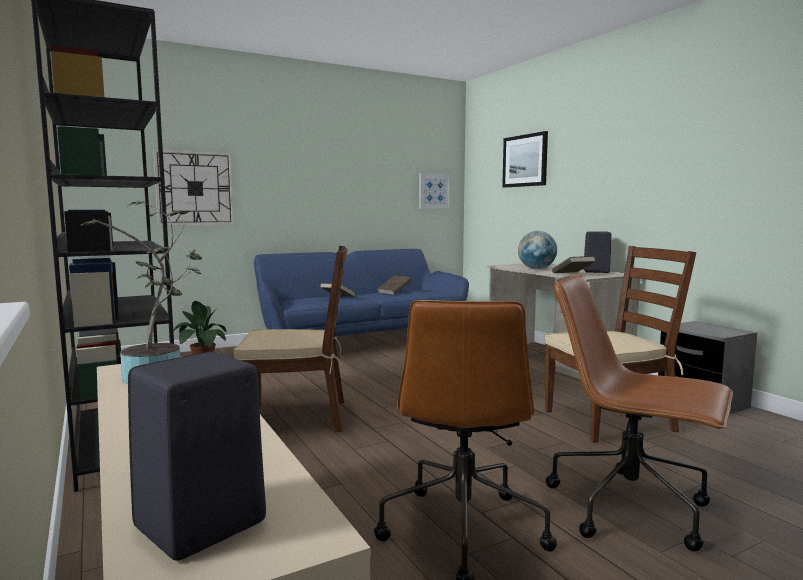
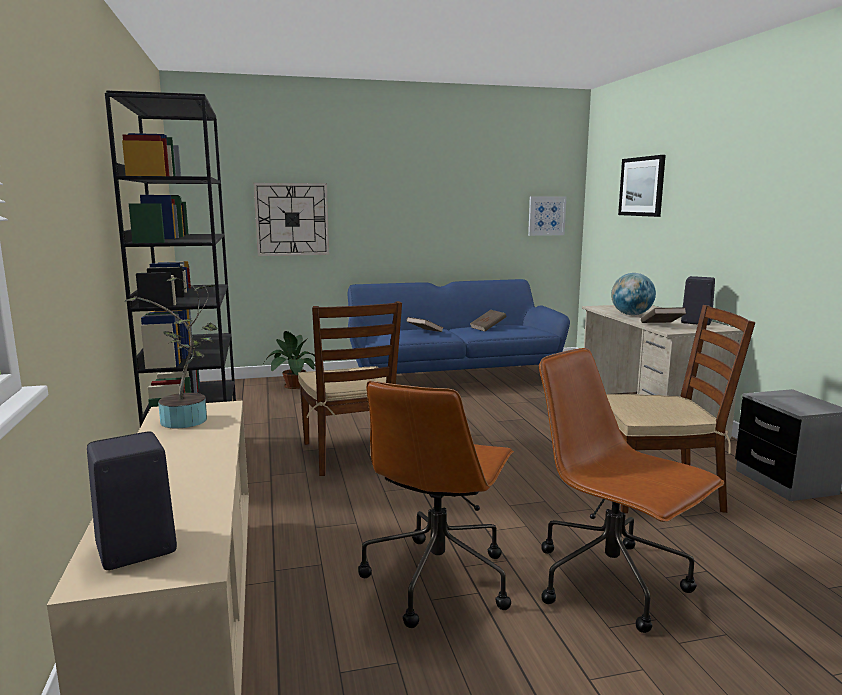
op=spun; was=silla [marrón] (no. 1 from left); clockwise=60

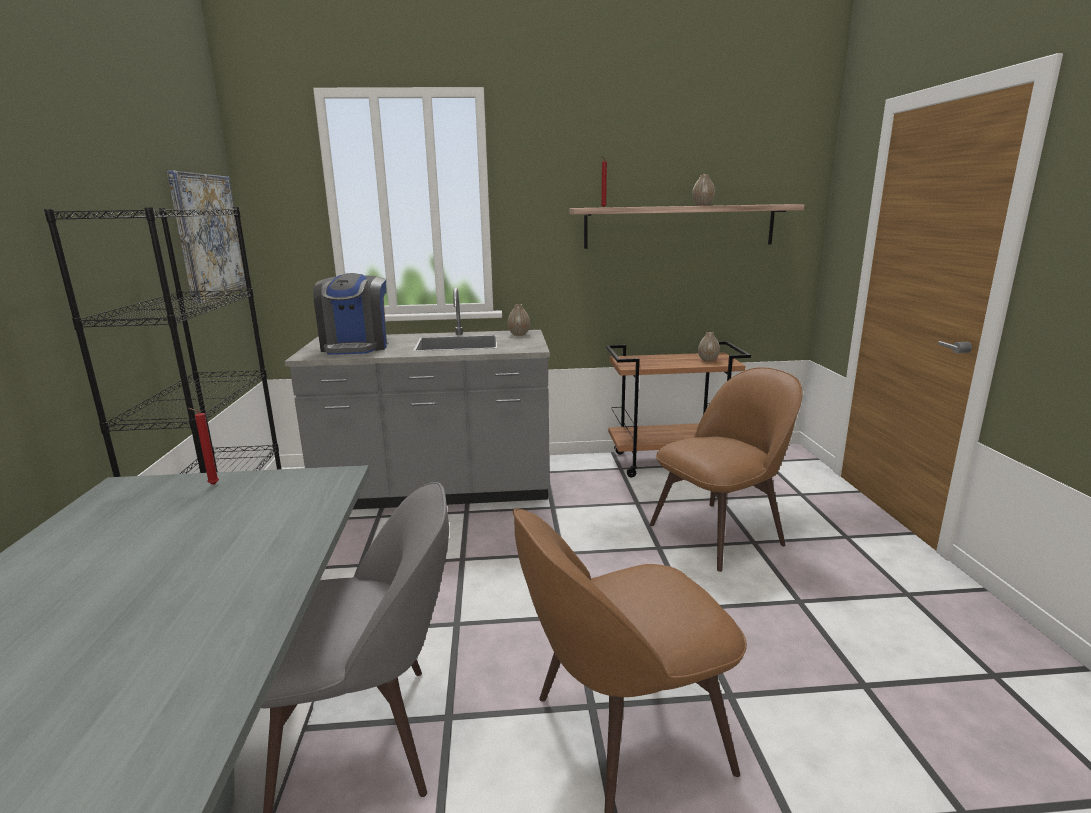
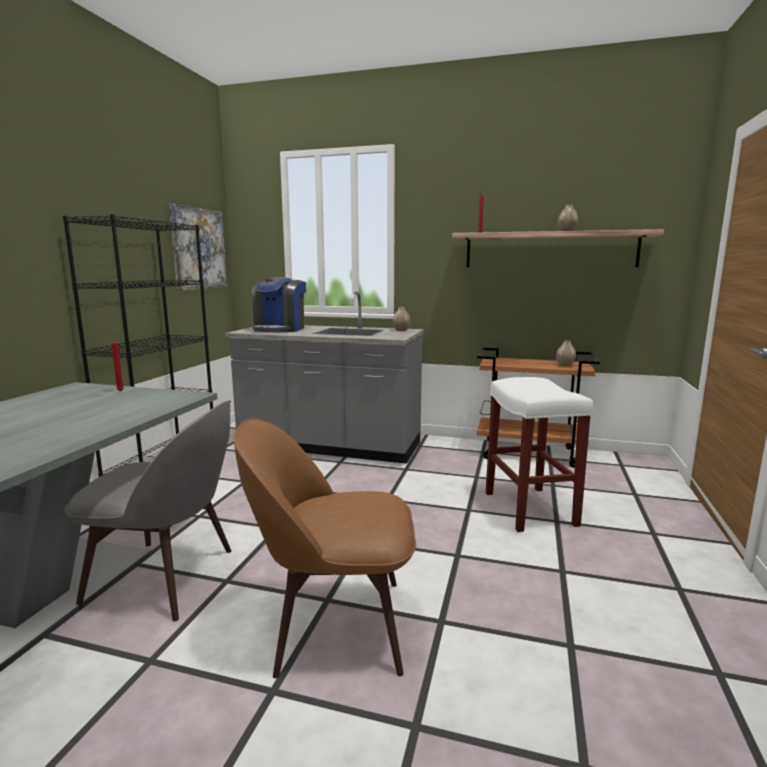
op=exchanged; was=silla [marrón] (no. 2 from left); now=taburete [blanco]

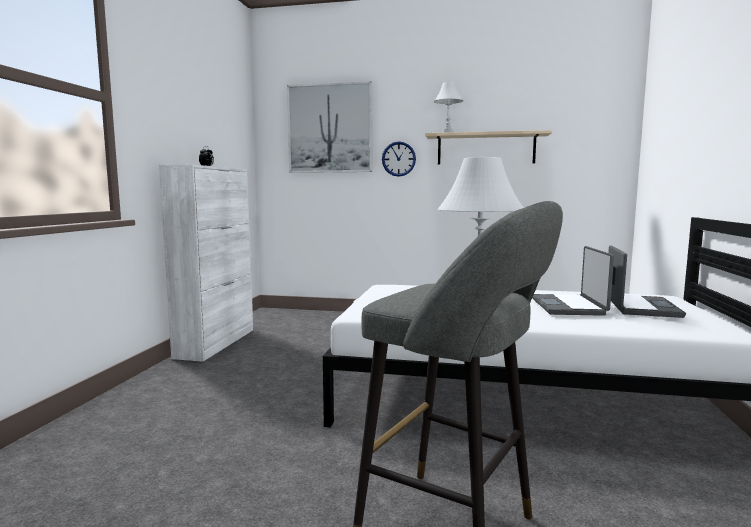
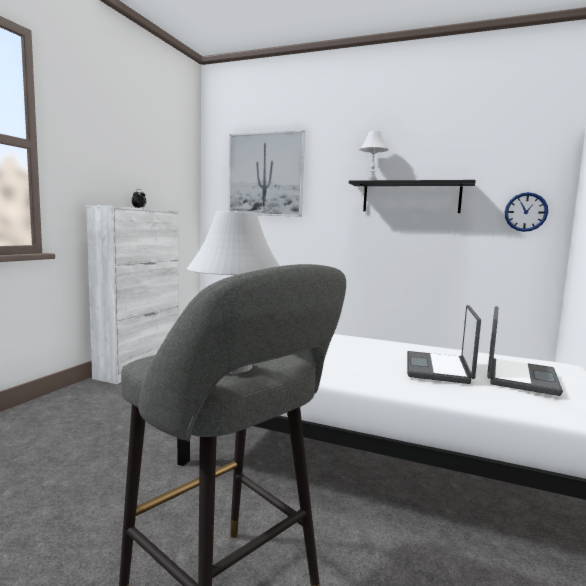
op=relocated; was=reloj de pared
op=colour; was=estante [beis]; now=estante [negro]

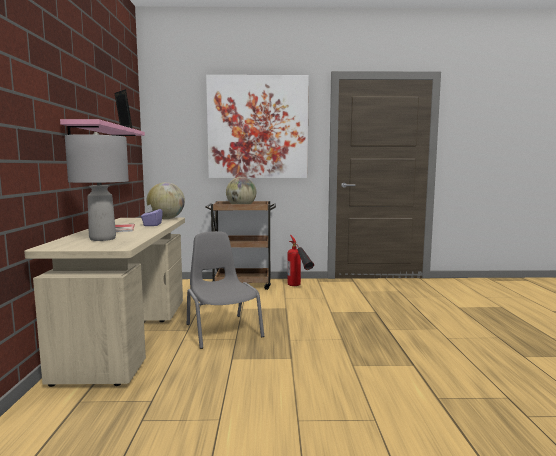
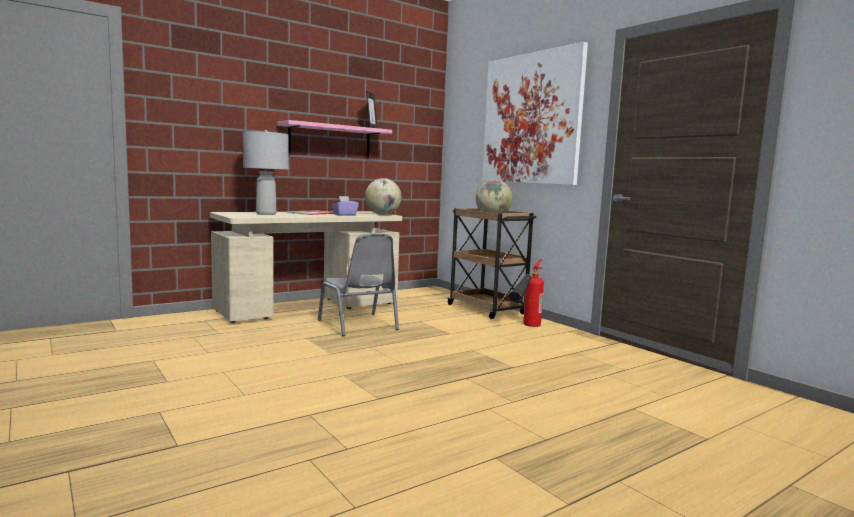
op=spun; was=silla [gris]; clockwise=120

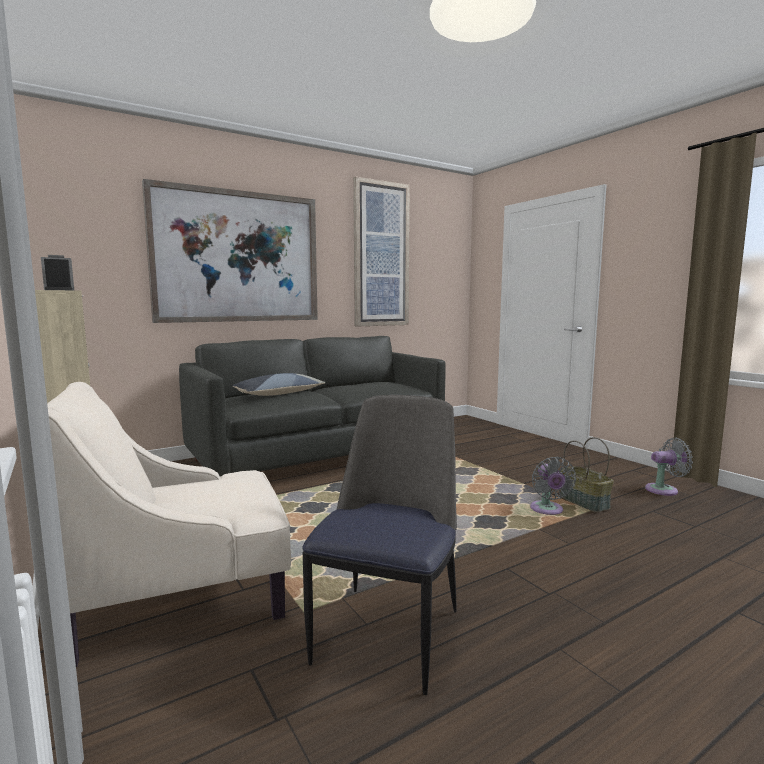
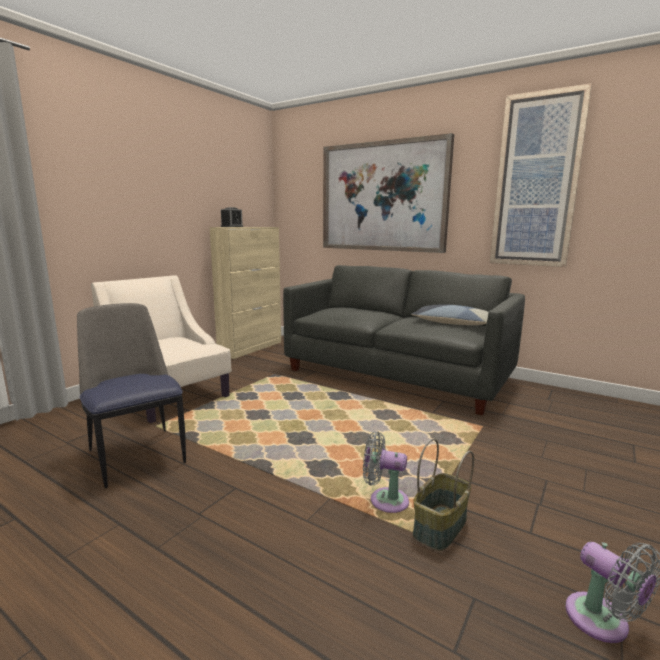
op=relocated; was=cojín
op=spun; was=silla; clockwise=-120
op=spun; was=ventilador [gris] (no. 1 from left); clockwise=45

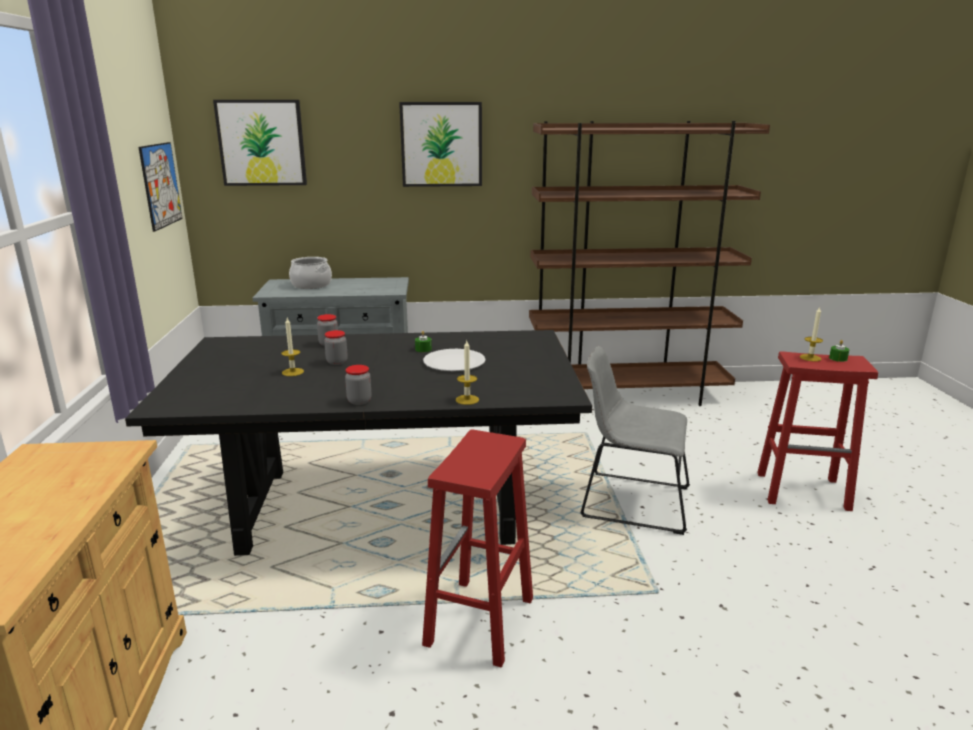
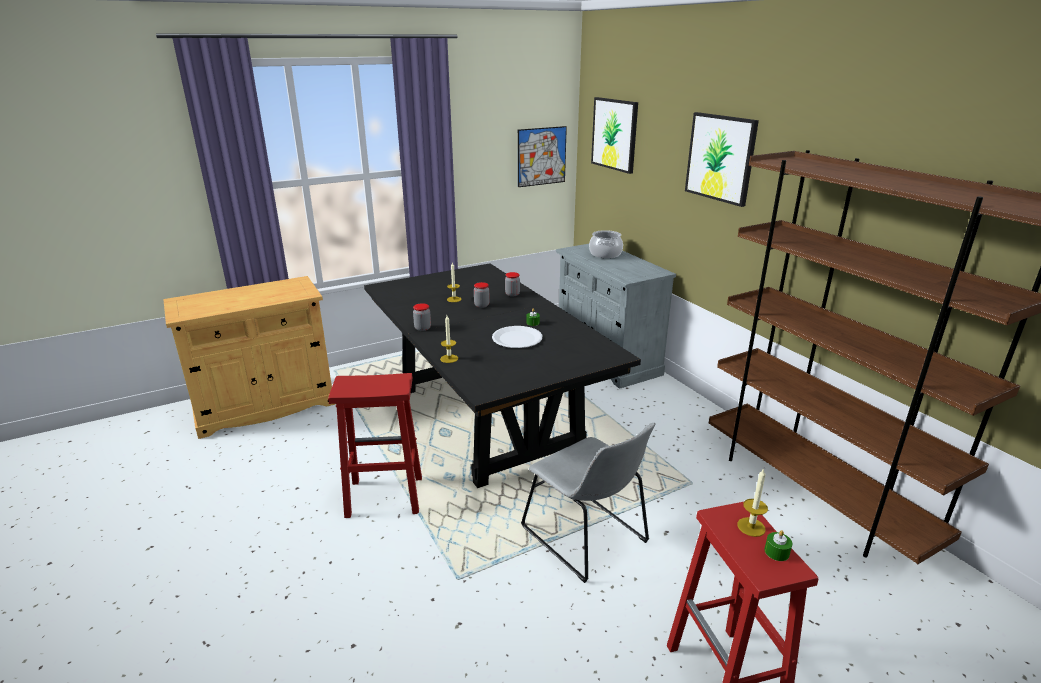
op=spun; was=silla [gris]; clockwise=150

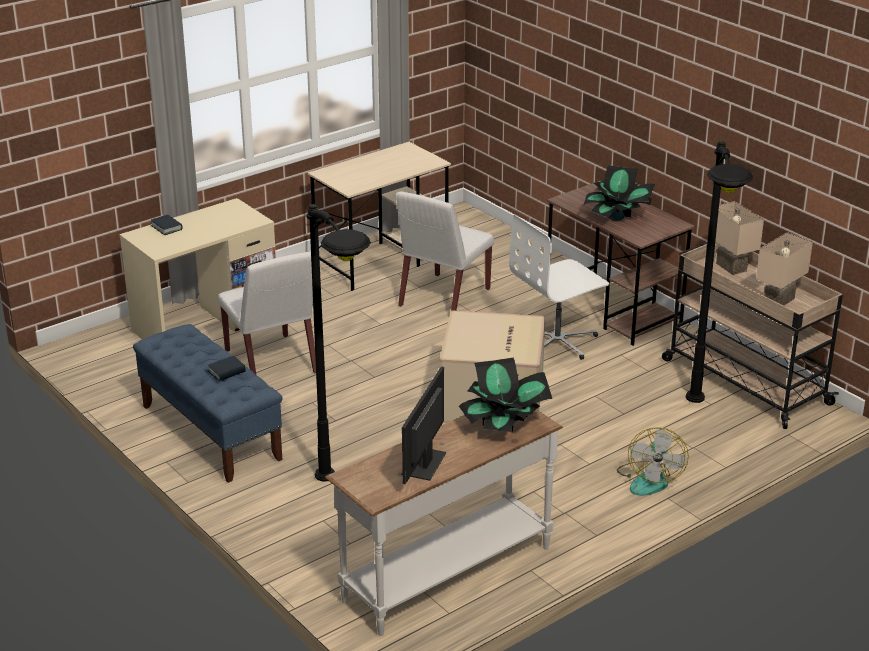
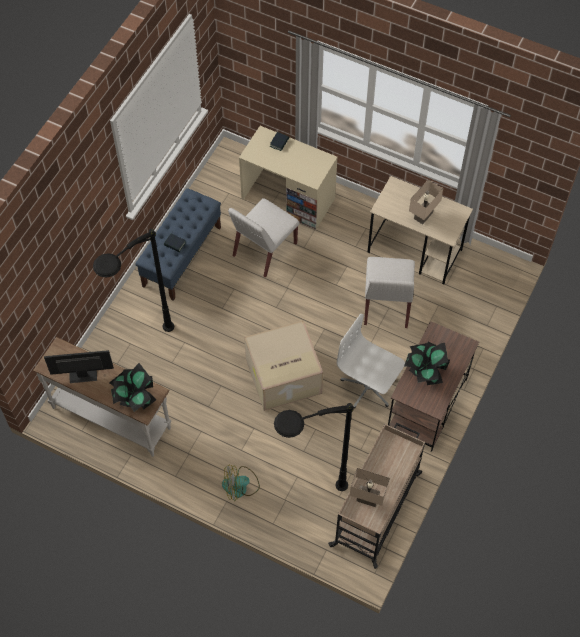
op=relocated; was=lámpara de mesa [beis] (no. 1 from left in the first image); now=lámpara de mesa [beis] (no. 2 from left)
op=spun; was=silla [blanco] (no. 2 from left); clockwise=-90

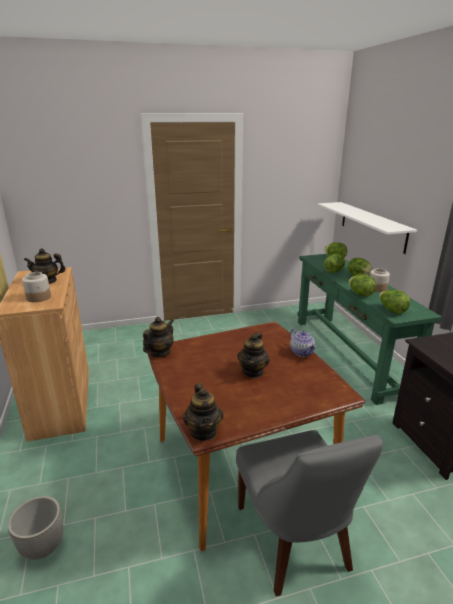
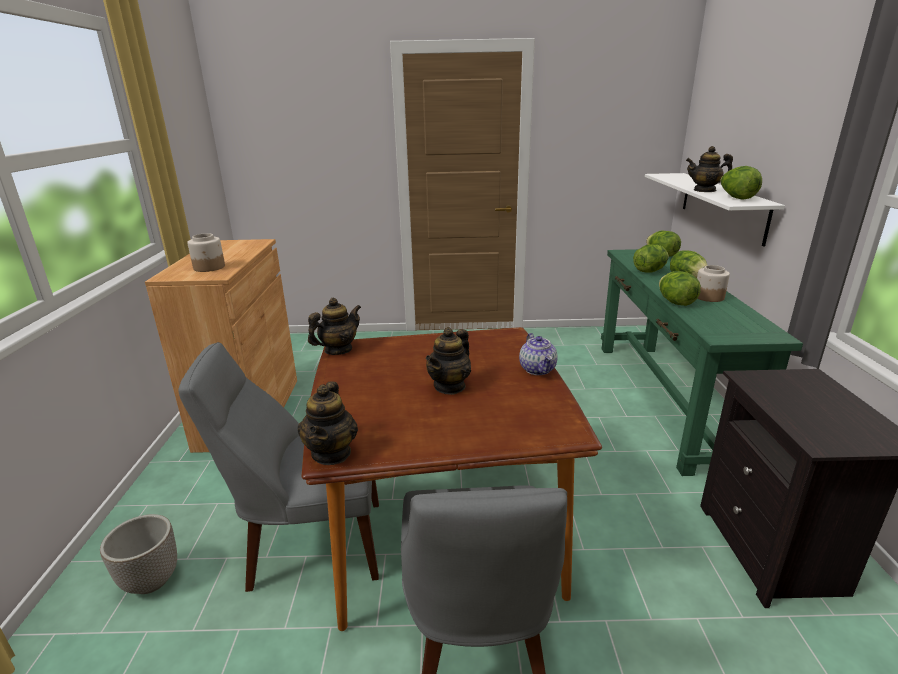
op=appeared; now=silla [gris] (no. 1 from left)
op=relocated; was=tetera (no. 1 from left in the first image); now=tetera (no. 5 from left)
op=relocated; was=lechuga (no. 5 from left)

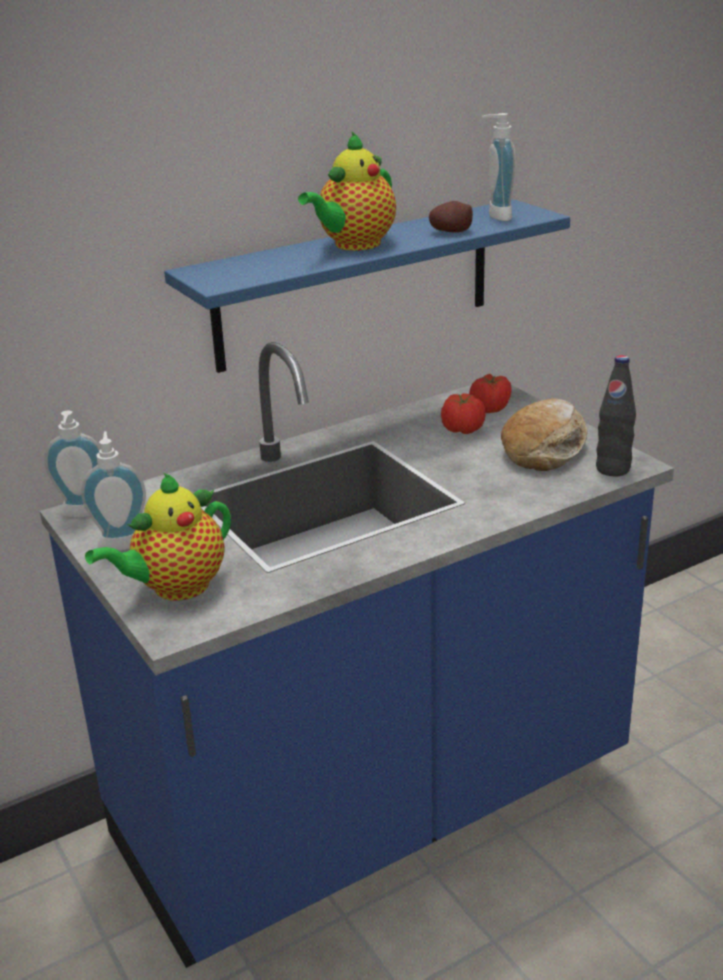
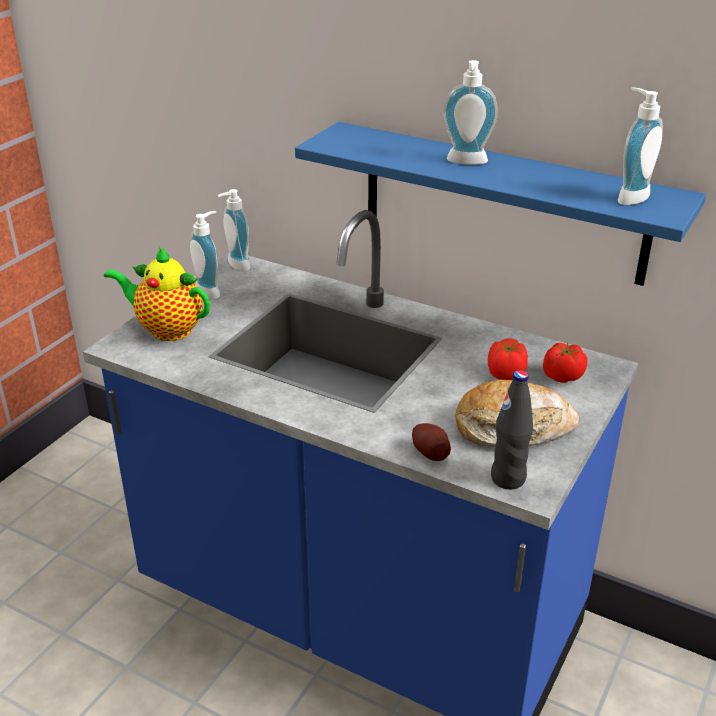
op=relocated; was=patata
op=exchanged; was=tetera (no. 2 from left); now=dispensador de jabón (no. 3 from left)

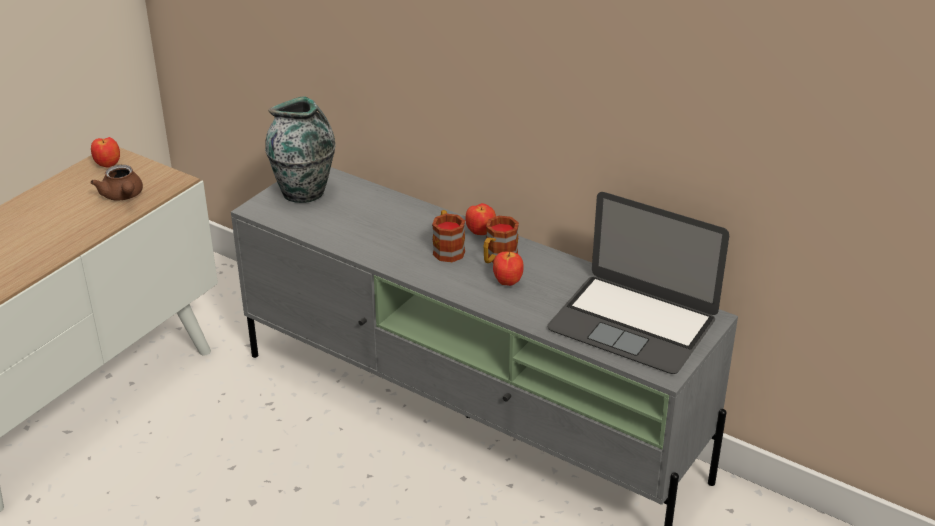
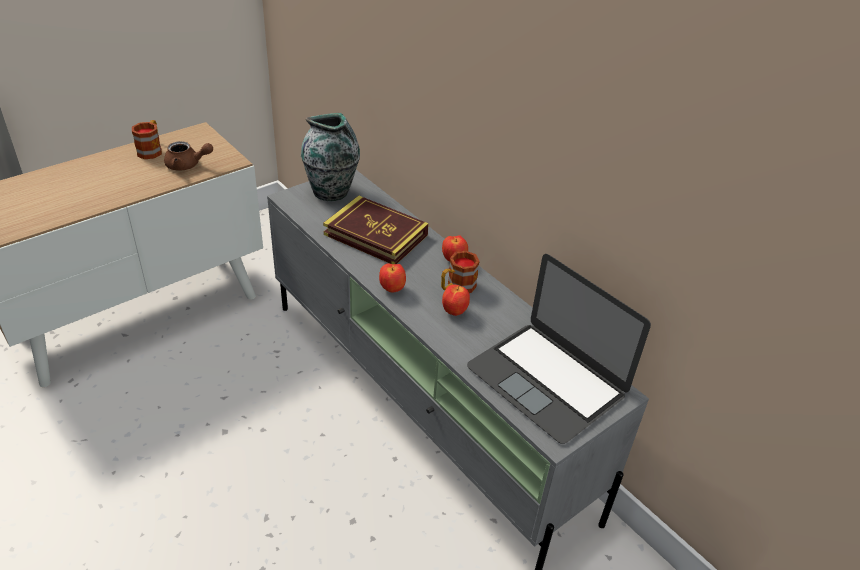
op=appeared; now=libro
op=relocated; was=manzana (no. 1 from left)
op=relocated; was=taza grande (no. 1 from left)
op=spun; was=tetera [marrón]; clockwise=-75

